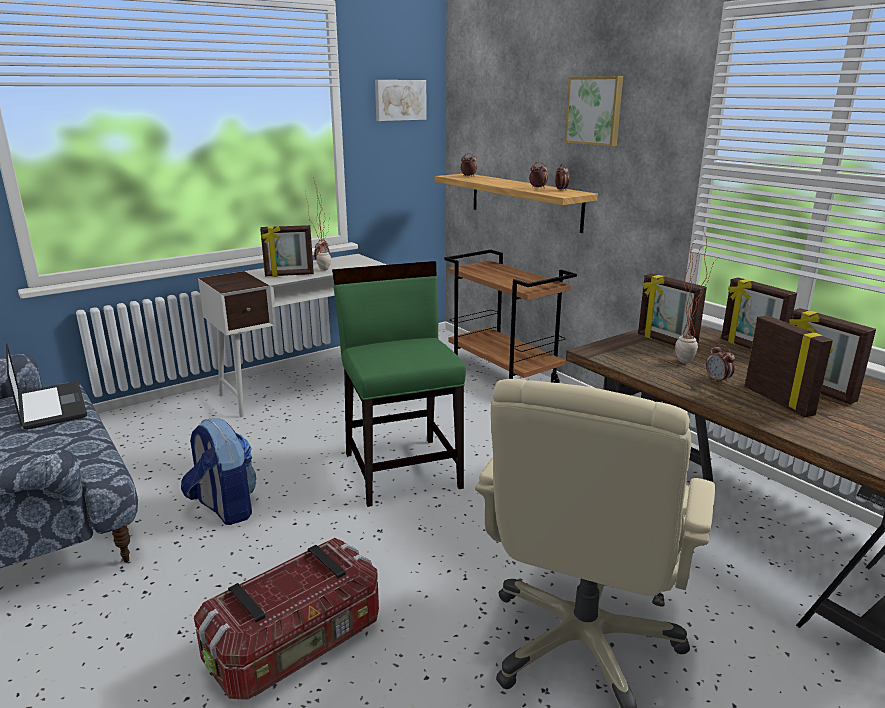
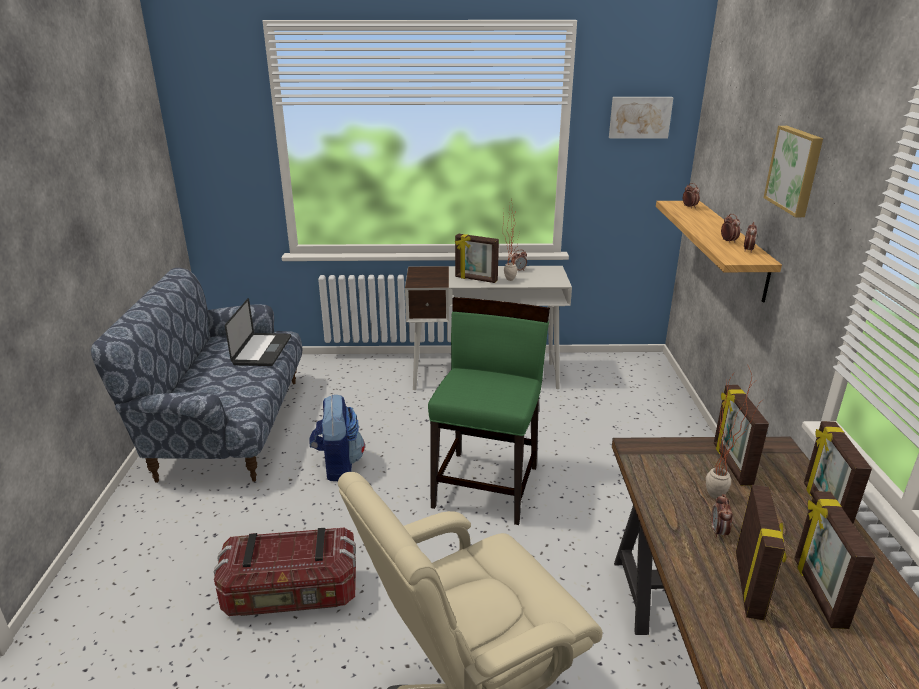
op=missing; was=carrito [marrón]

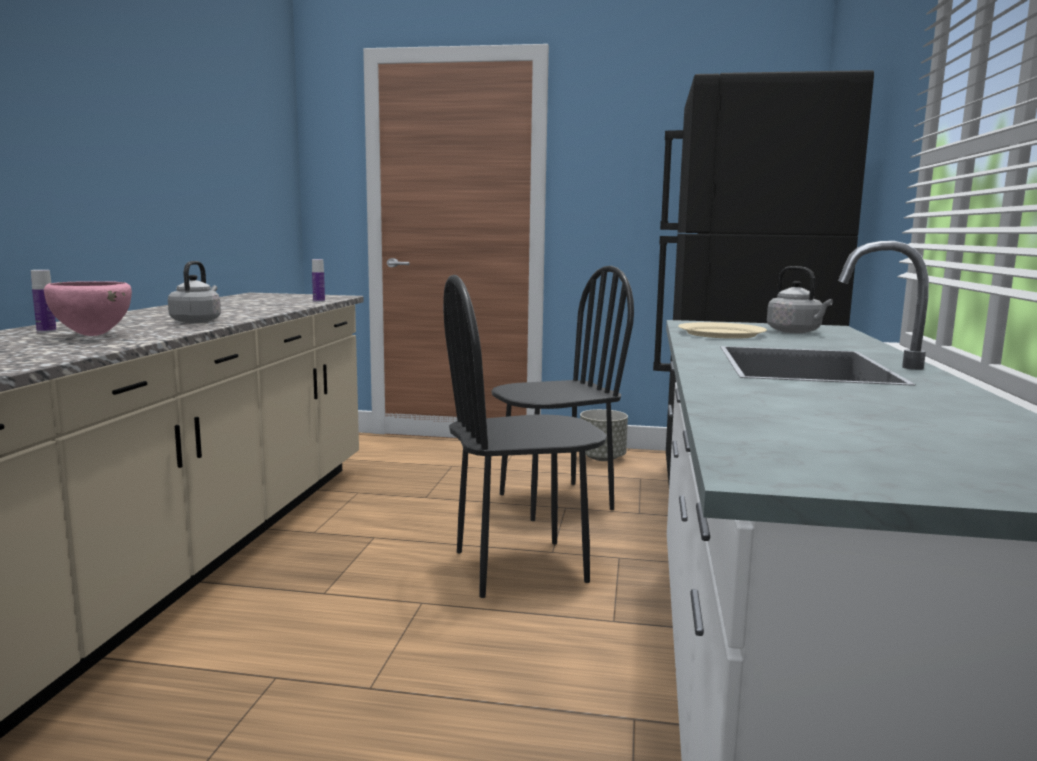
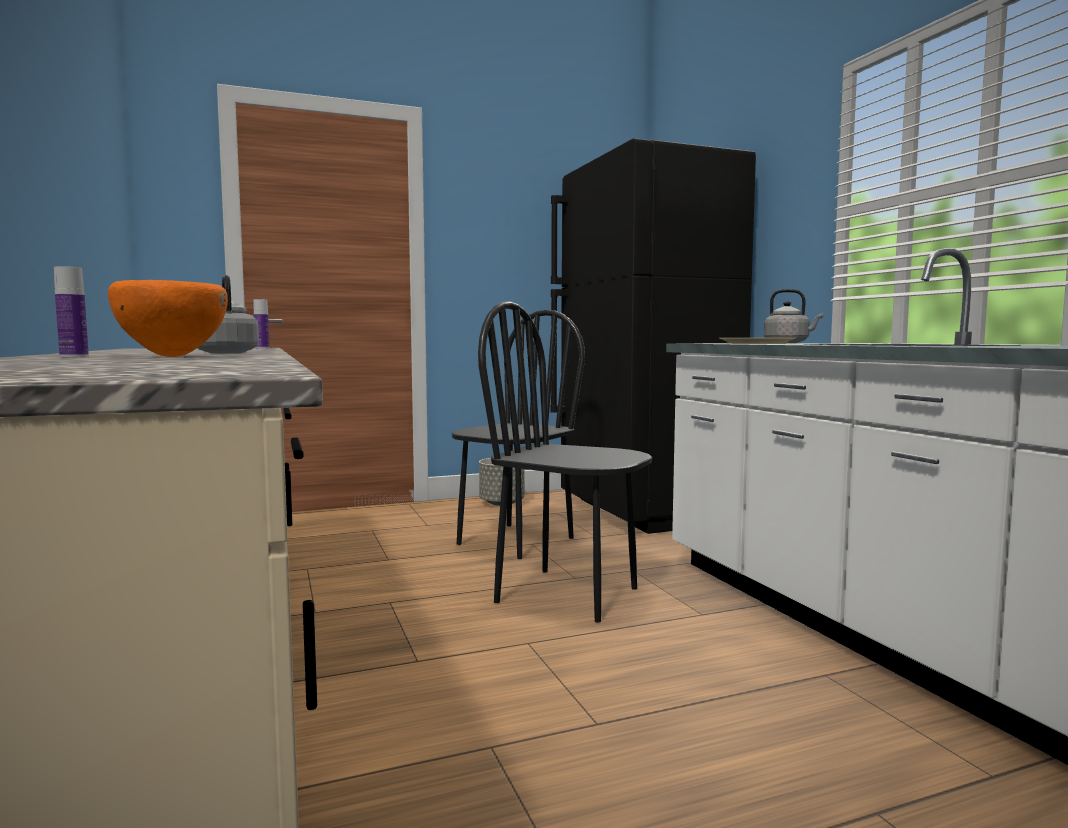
op=colour; was=cuenco [rosa]; now=cuenco [naranja]
op=spun; was=silla [negro] (no. 1 from left in the first image); clockwise=75

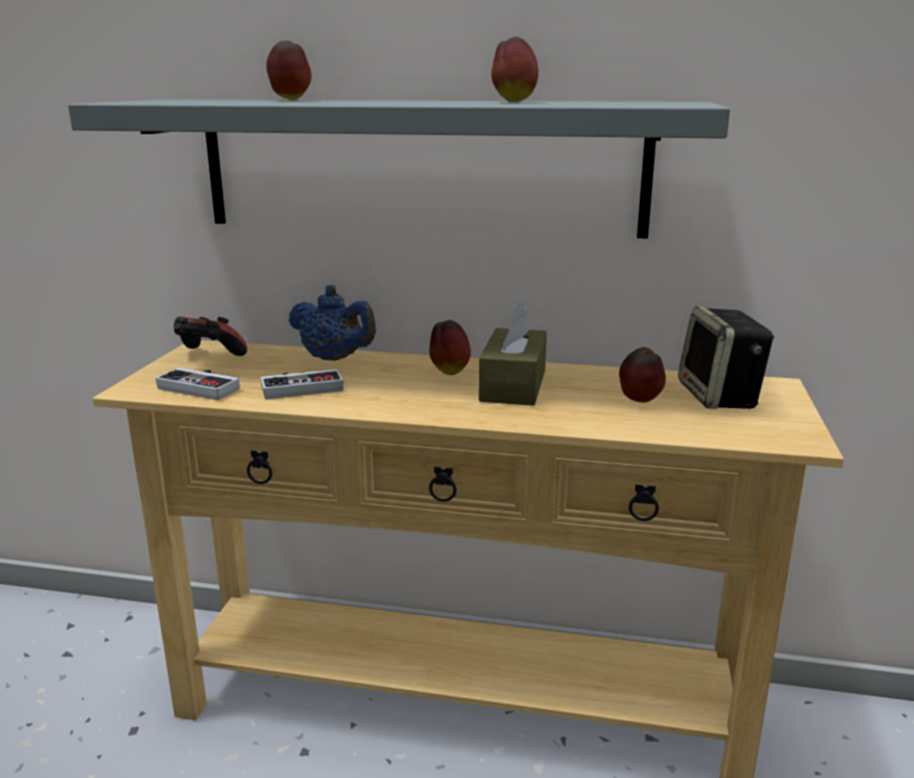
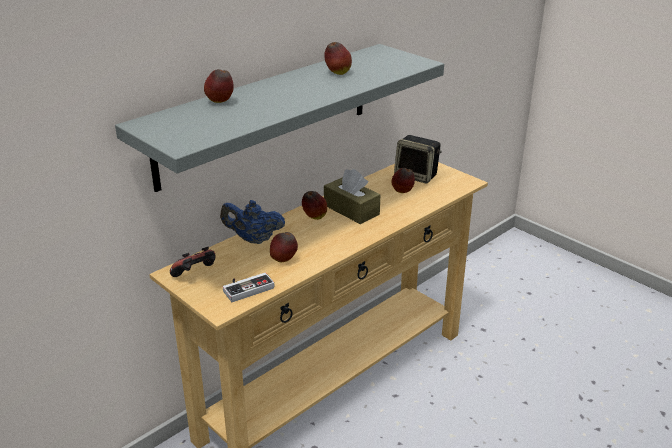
op=exchanged; was=mando de consola (no. 3 from left); now=manzana (no. 2 from left)
op=spun; was=tetera [azul]; clockwise=-150

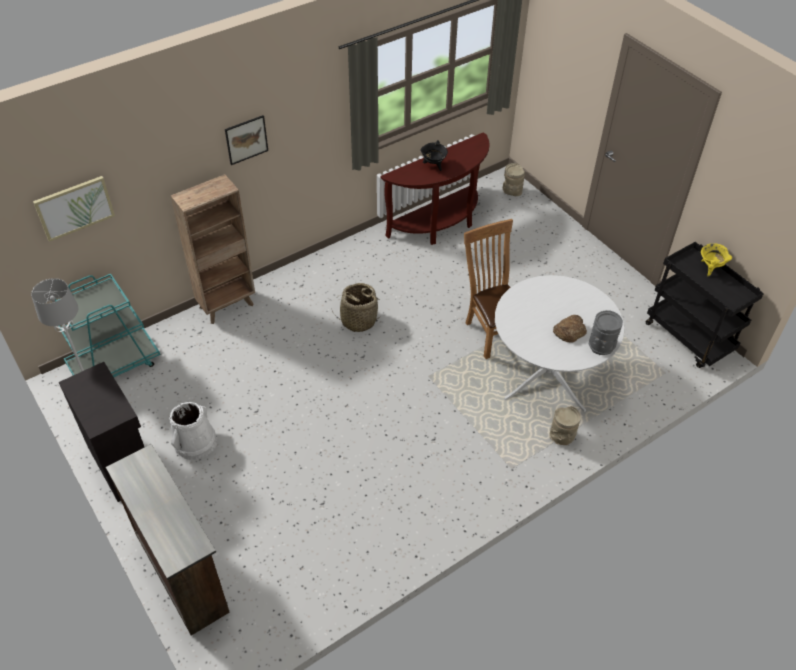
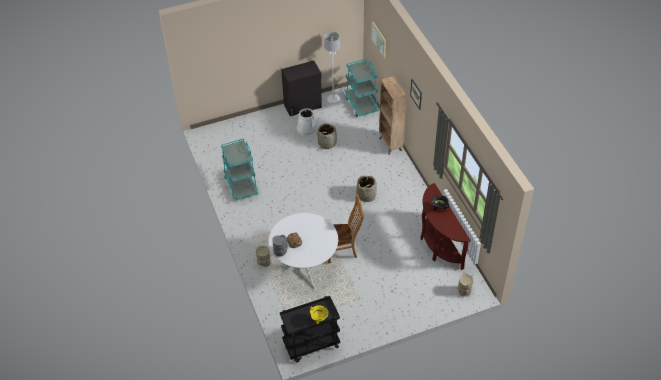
op=missing; was=cómoda [marrón]
op=appeared; now=carrito [turquesa] (no. 1 from left)
op=appeared; now=cesta (no. 1 from left)

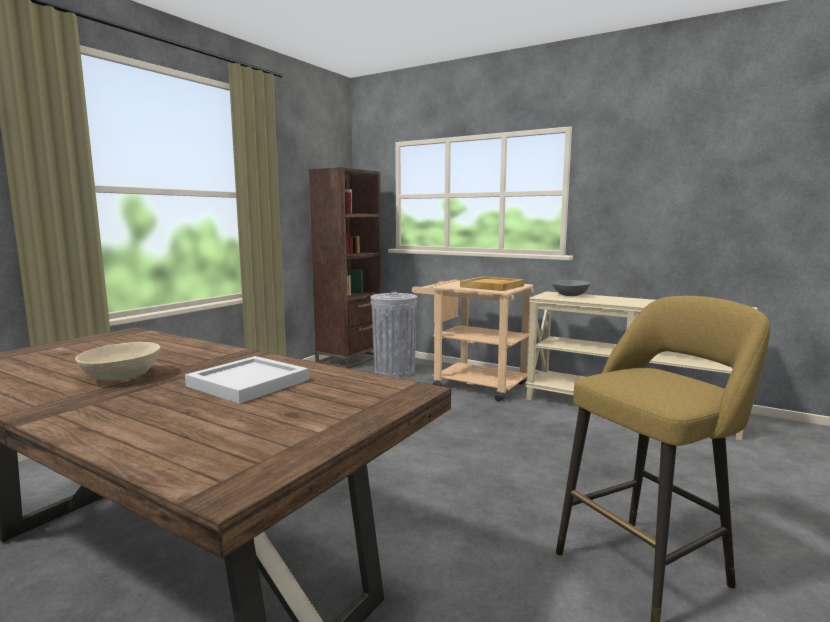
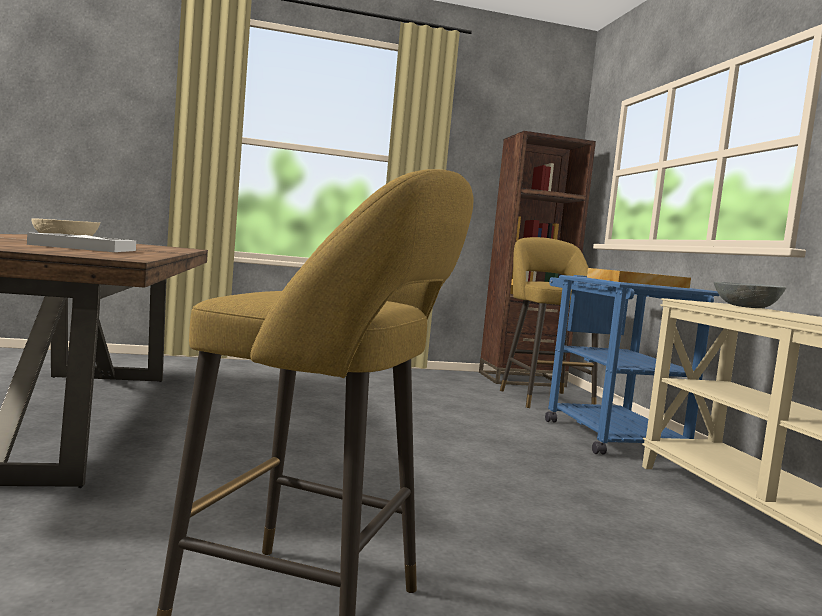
op=exchanged; was=papelera [gris]; now=taburete [amarillo] (no. 2 from left)
op=colour; was=carrito [beis]; now=carrito [azul]

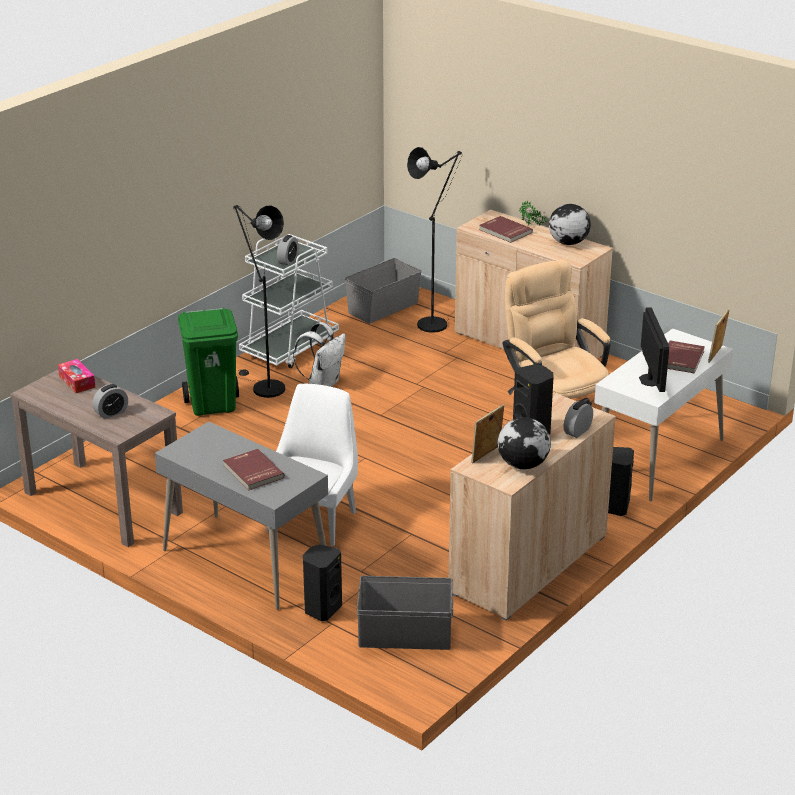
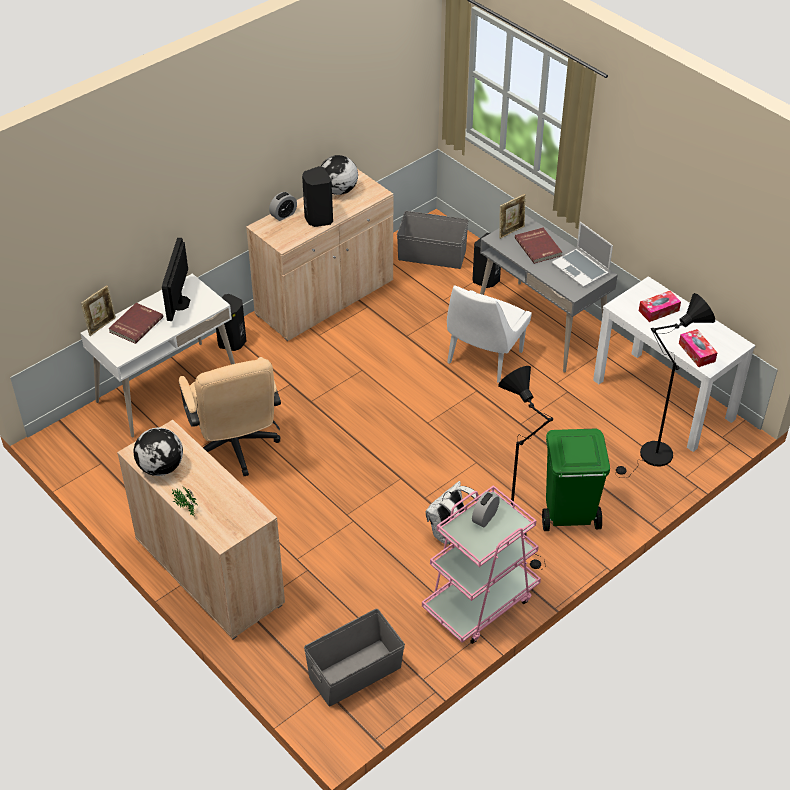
op=missing; was=libro [rojo] (no. 2 from left)
op=appeared; now=portátil
op=relocated; was=lámpara de pie [negro] (no. 2 from left)
op=relocated; was=portarretratos (no. 1 from left in the first image); now=portarretratos (no. 2 from left)
op=exchanged; was=despertador (no. 1 from left); now=caja de pañuelos (no. 1 from left)
op=colour; was=mesa consola [marrón]; now=mesa consola [blanco]
op=colour; was=carrito [blanco]; now=carrito [rosa]

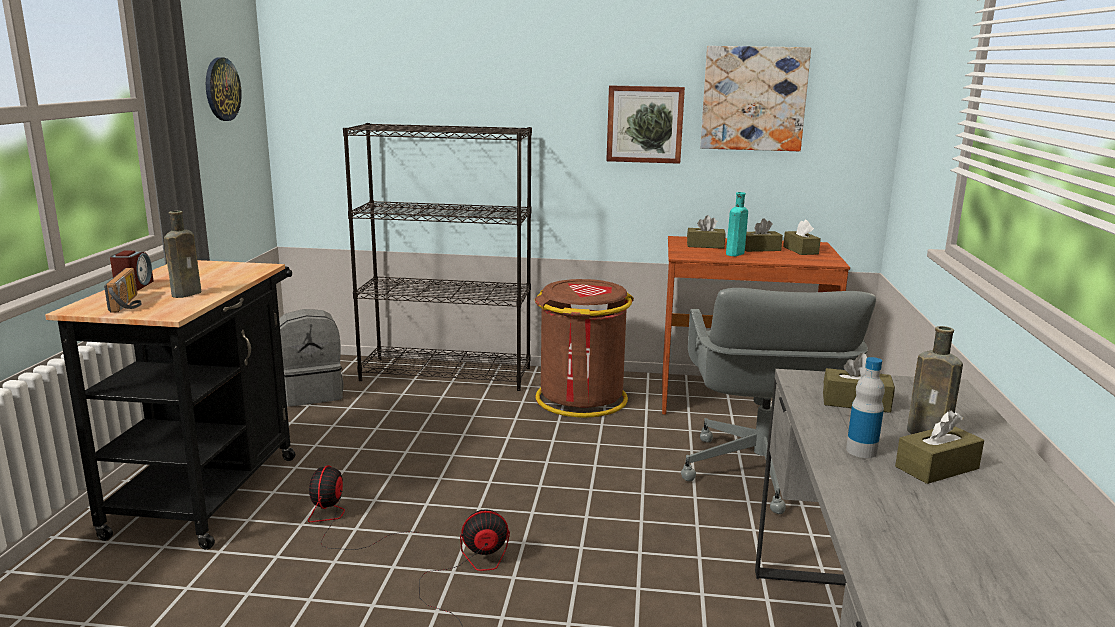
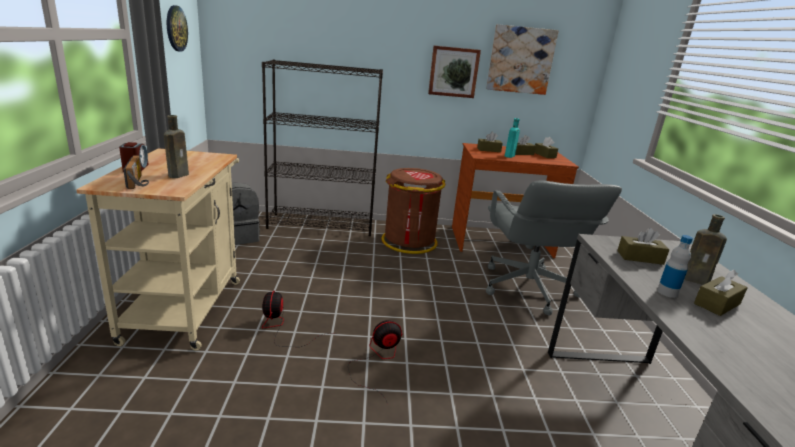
op=colour; was=carrito [negro]; now=carrito [beis]

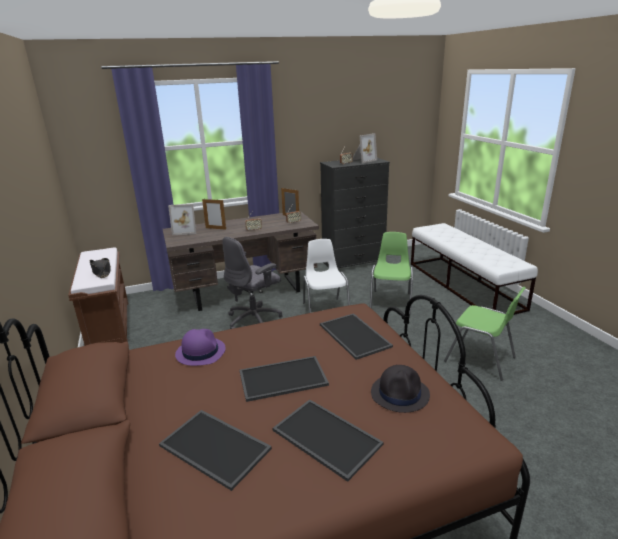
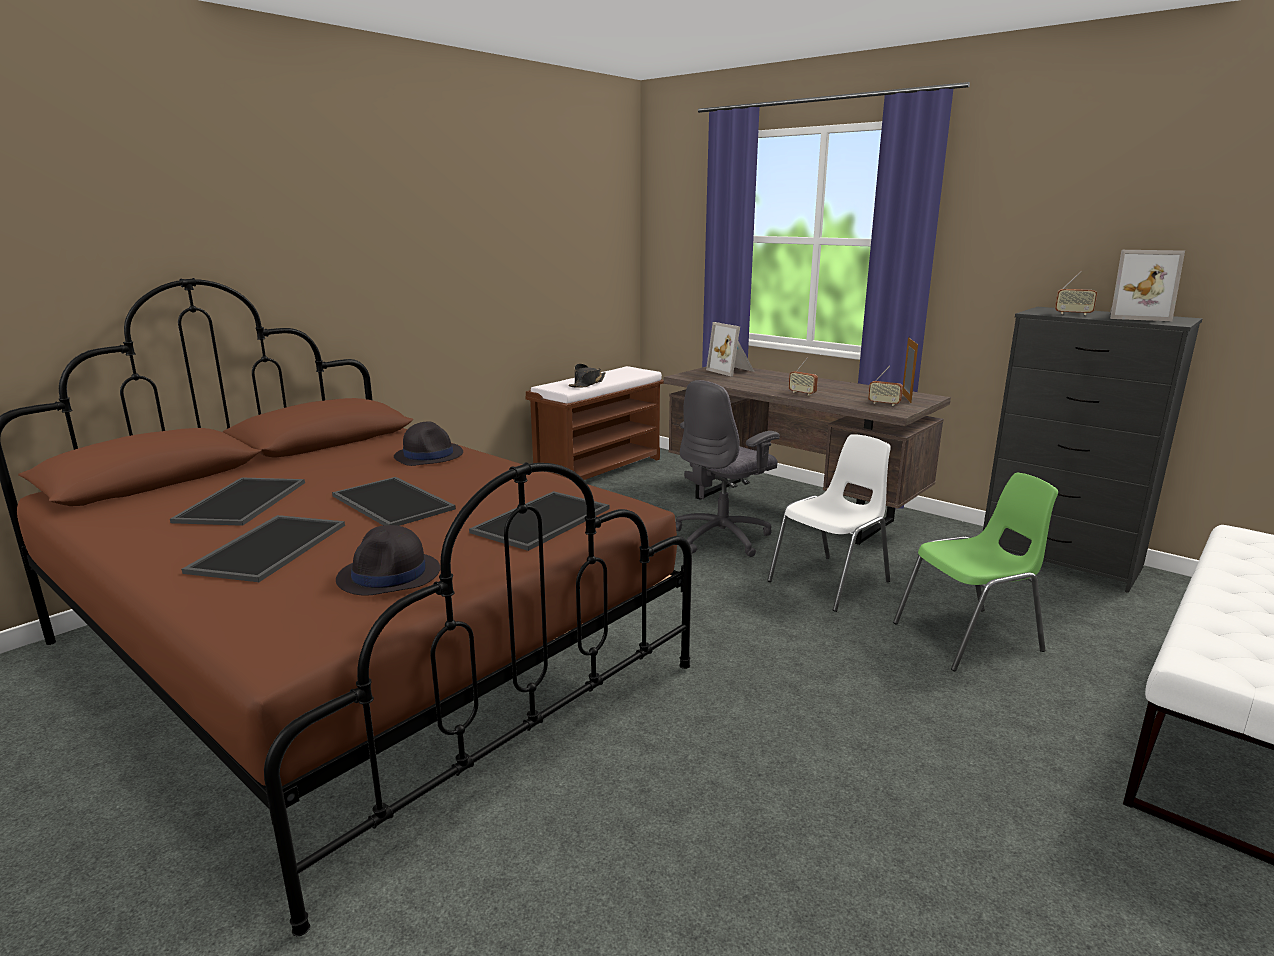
op=missing; was=portarretratos (no. 2 from left)
op=missing; was=silla [verde] (no. 2 from left)
op=colour; was=sombrero [morado]; now=sombrero [negro] (no. 2 from left)
op=spun; was=silla de oficina [gris]; clockwise=-60

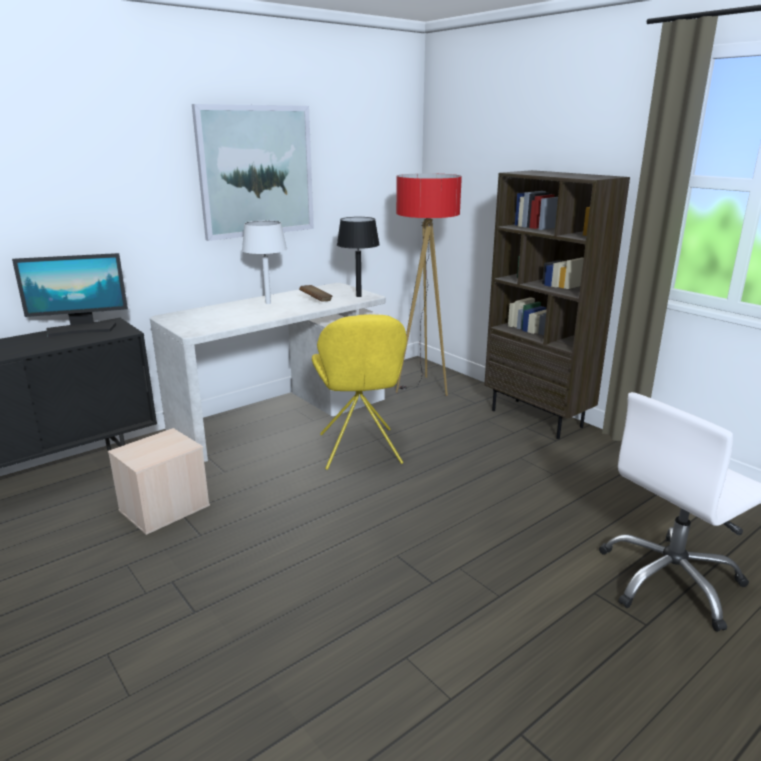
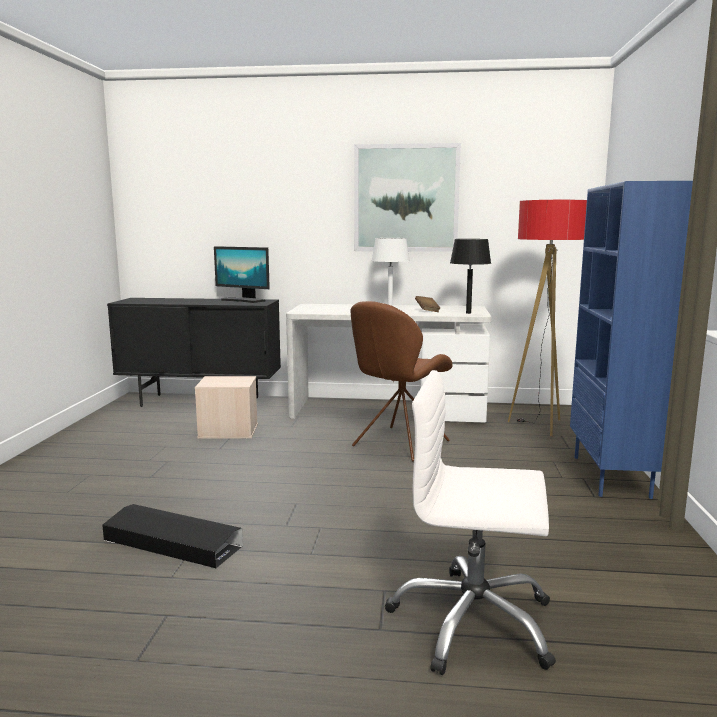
op=appeared; now=caja de almacenaje [negro]
op=colour; was=silla [amarillo]; now=silla [marrón]
op=colour; was=estantería [marrón]; now=estantería [azul]

